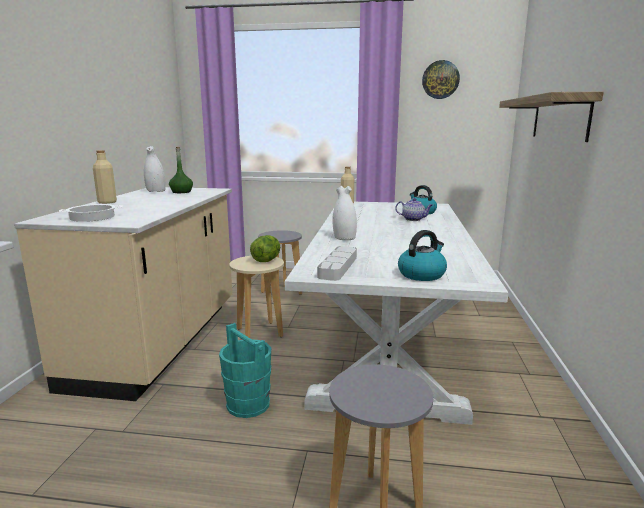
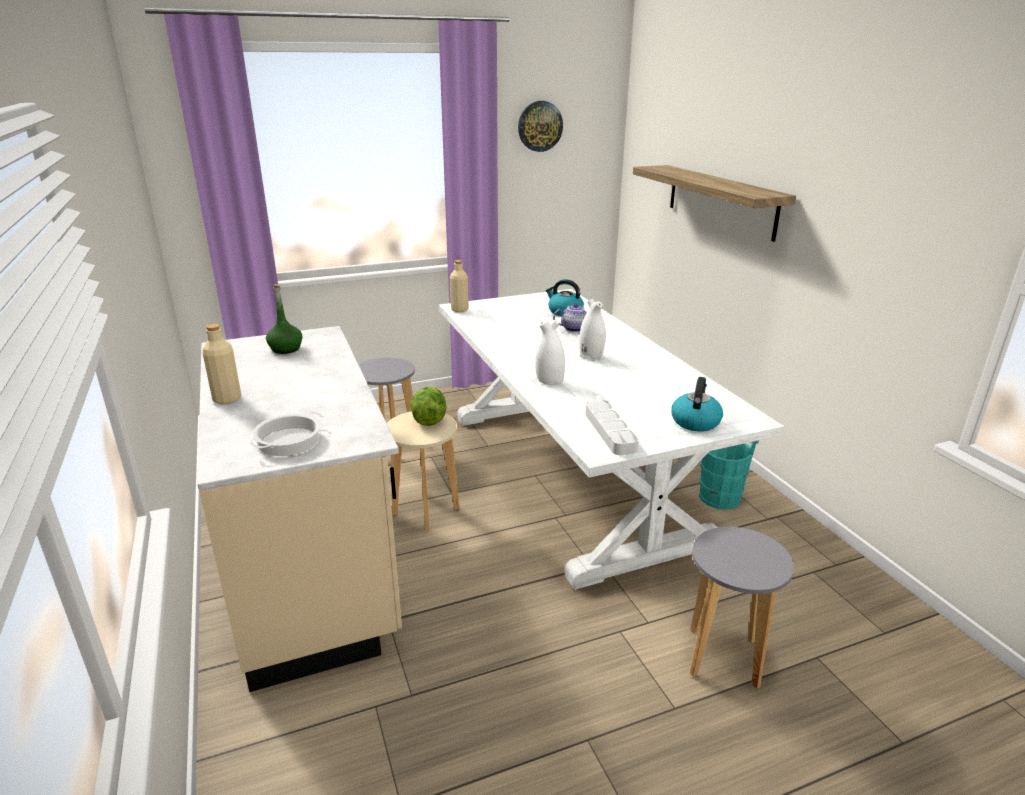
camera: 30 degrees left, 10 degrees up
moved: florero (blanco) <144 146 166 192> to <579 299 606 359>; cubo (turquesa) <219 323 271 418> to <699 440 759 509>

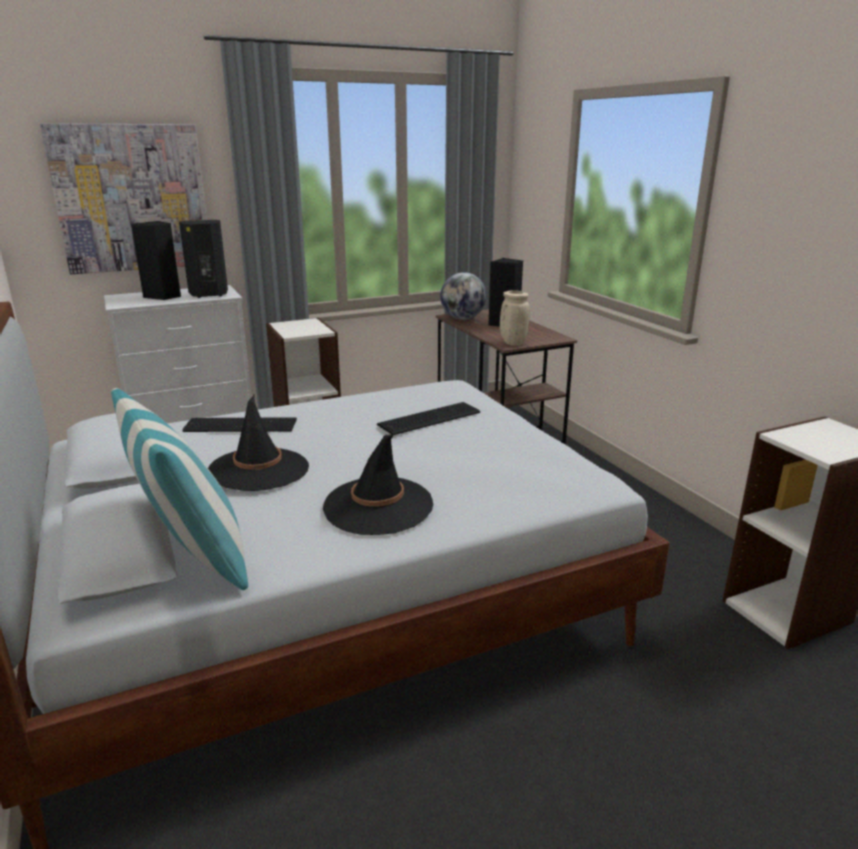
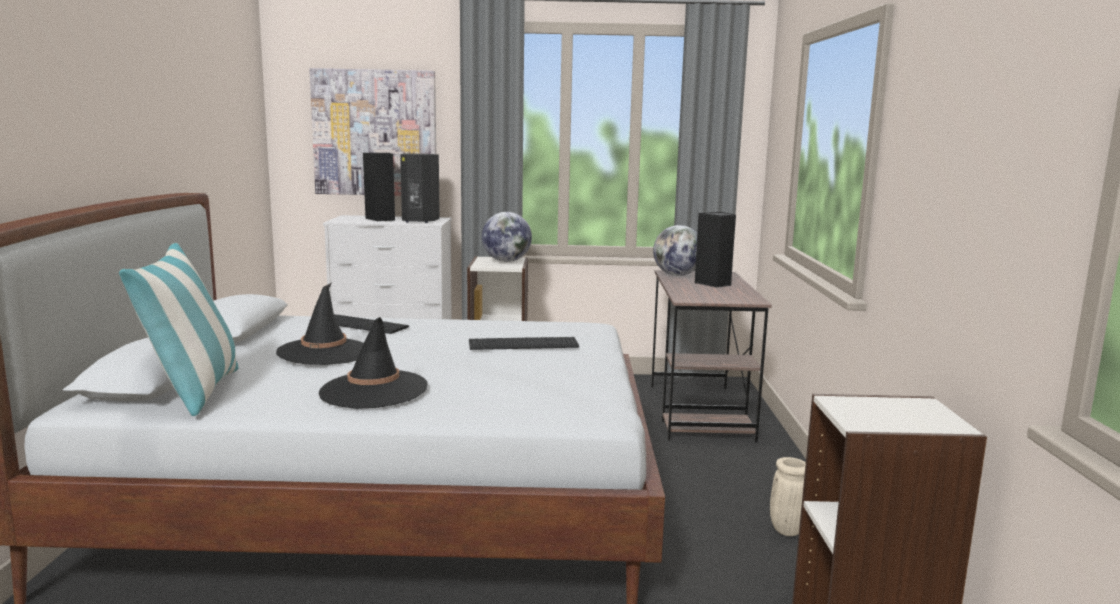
camera: 25 degrees right, 10 degrees down
added: globo terráqueo <482 212 532 262>
moved: florero (beis) <500 290 530 346> to <770 457 806 536>

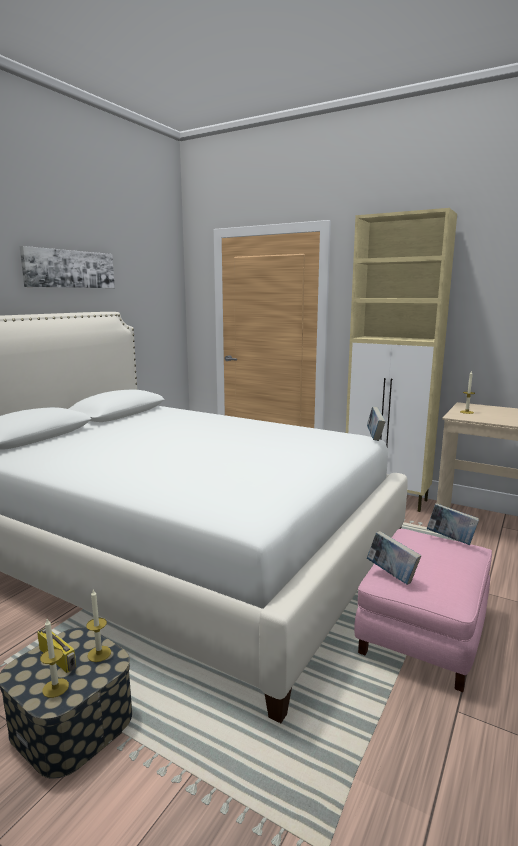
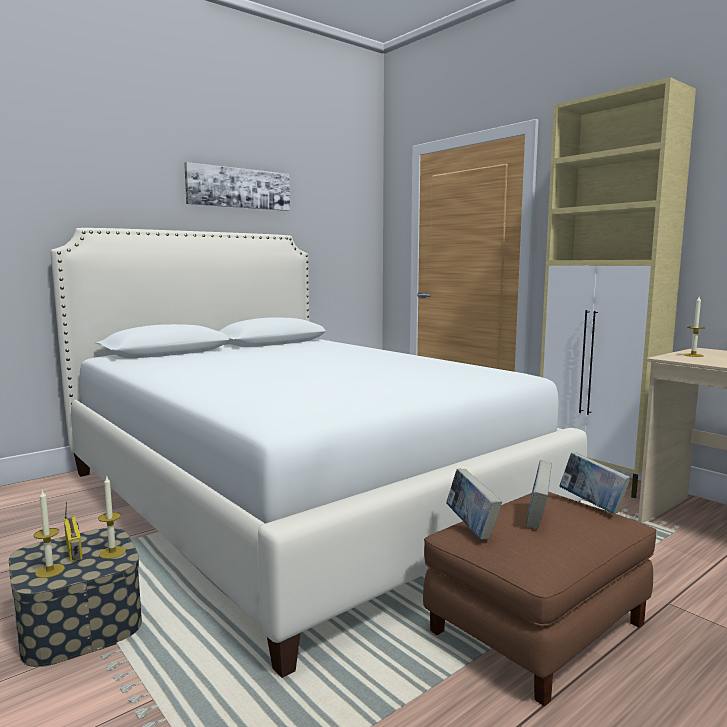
camera: 20 degrees right, 5 degrees down
moved: libro <367 407 386 441> to <526 460 552 529>
recoloured: puf (rosa) <354 529 492 692> to puf (marrón) <423 492 657 706>

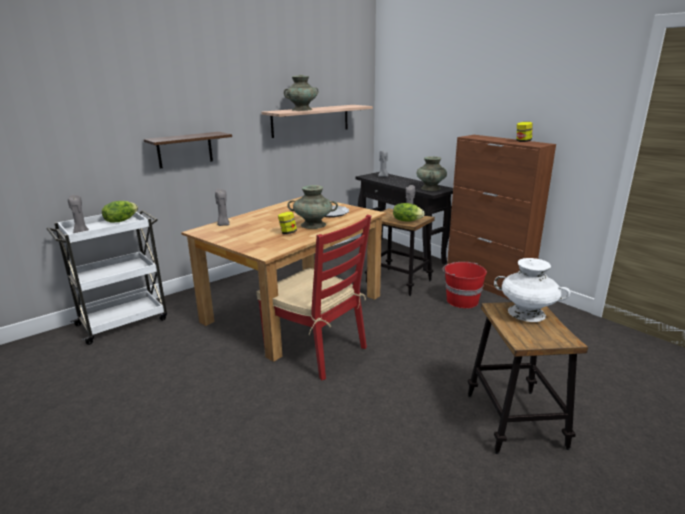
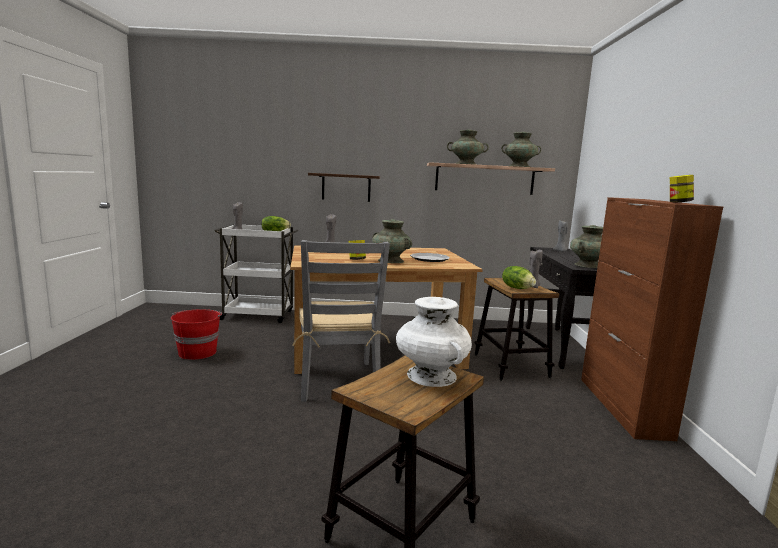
camera: 40 degrees right, 10 degrees down
added: florero (turquesa) <501 132 541 167>
moved: cubo (rojo) <443 262 487 308> to <171 309 222 360>
recoloured: silla (rojo) <257 215 371 380> to silla (gris) <293 240 390 402>

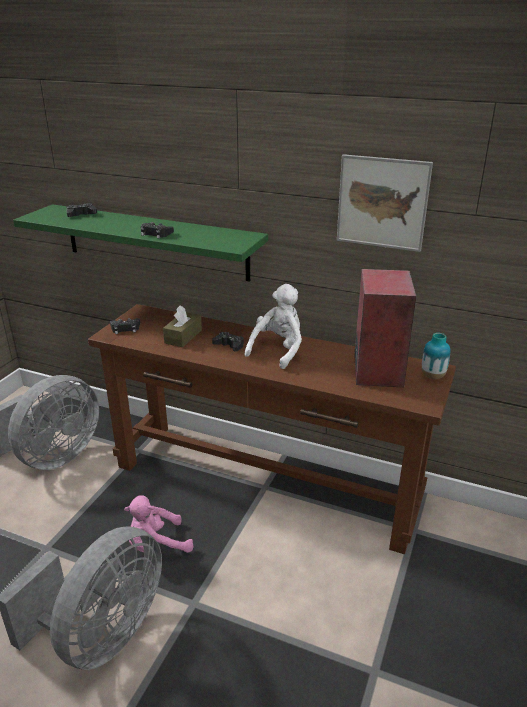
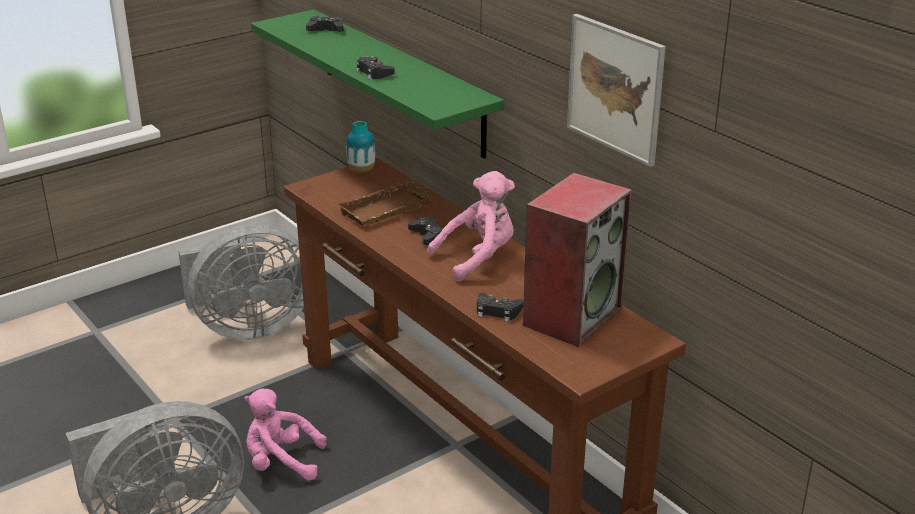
camera: 30 degrees right, 0 degrees up
moved: mando de consola (negro) <110 318 140 334> to <477 293 523 322>; florero <422 333 450 379> to <346 121 375 173>
replaced: caja de pañuelos (marrón) <163 306 202 347> to bandeja (marrón) <337 178 434 226>
recoloured: peluche (blanco) <245 284 302 369> to peluche (rosa) <427 171 515 282>

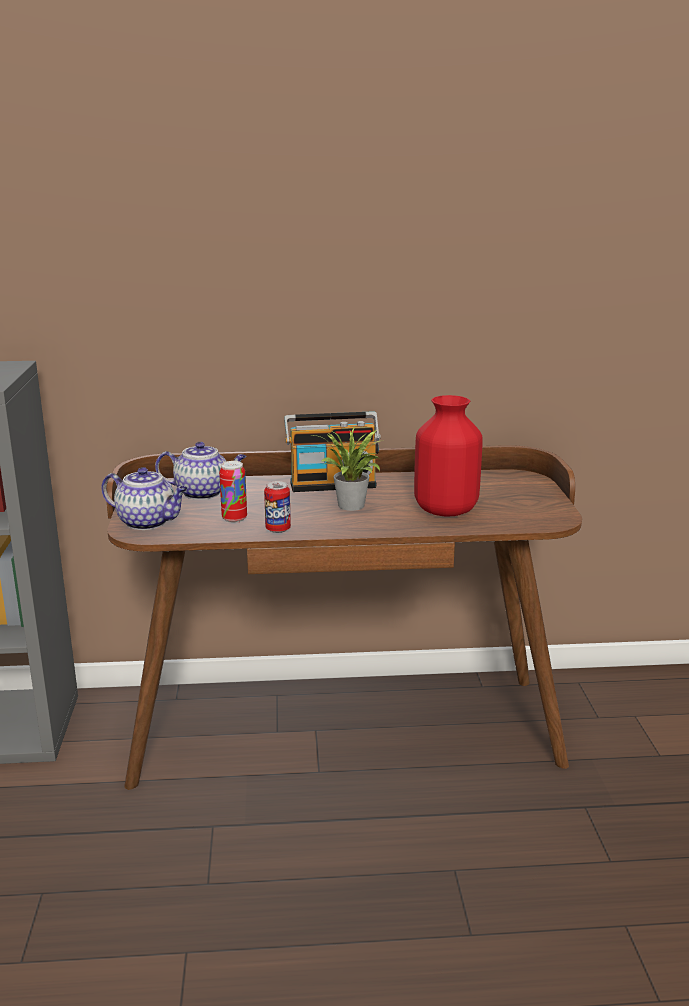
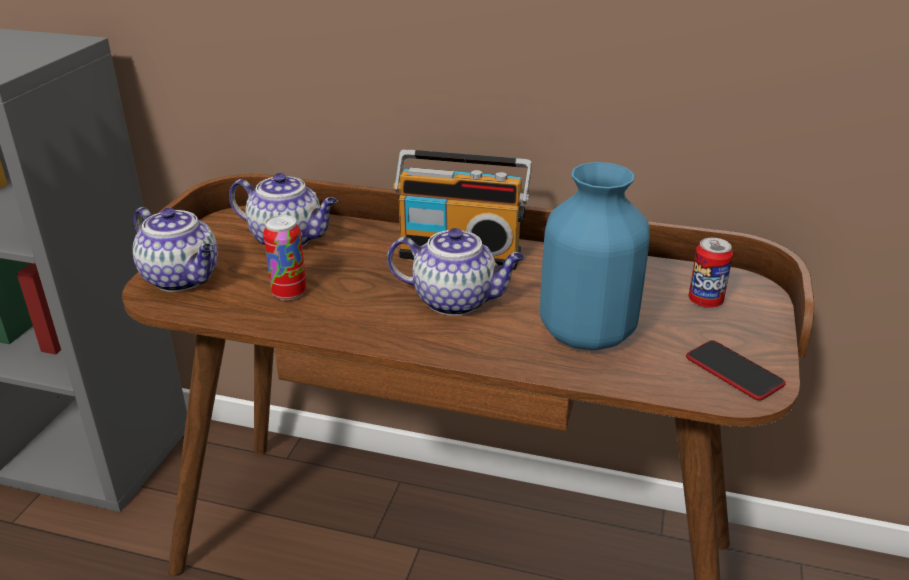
camera: 20 degrees right, 10 degrees up
added: móvil <686 340 786 400>
moved: lata <264 481 291 533> to <689 238 733 308>
replaced: planta en maceta <313 426 382 511> to tetera <387 228 525 316>
recoloured: florero (rojo) <414 395 483 517> to florero (azul) <540 162 650 350>

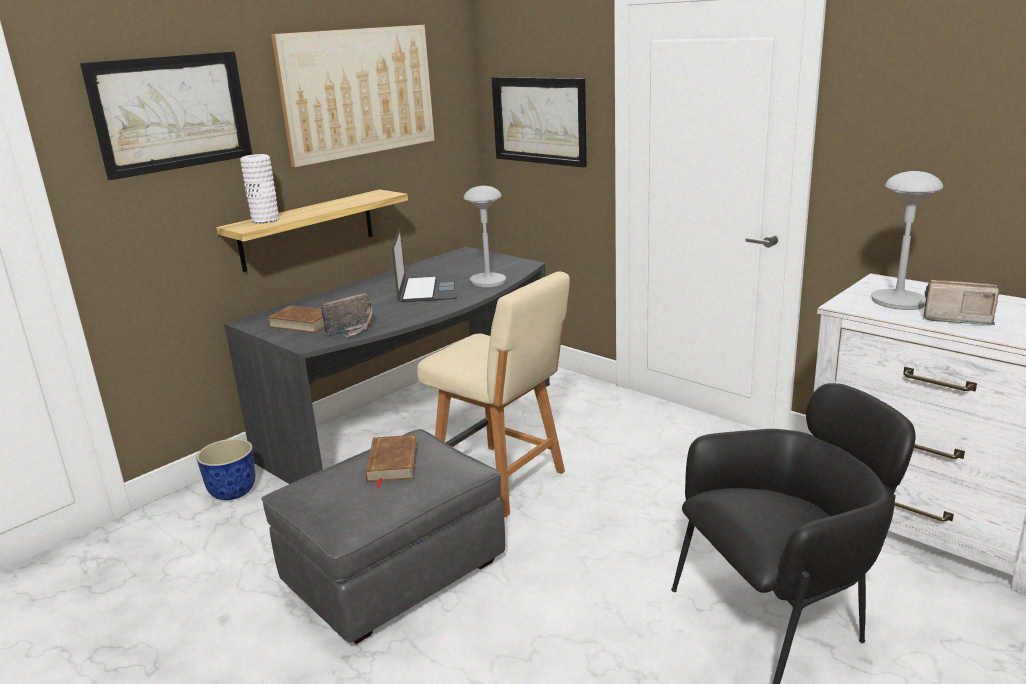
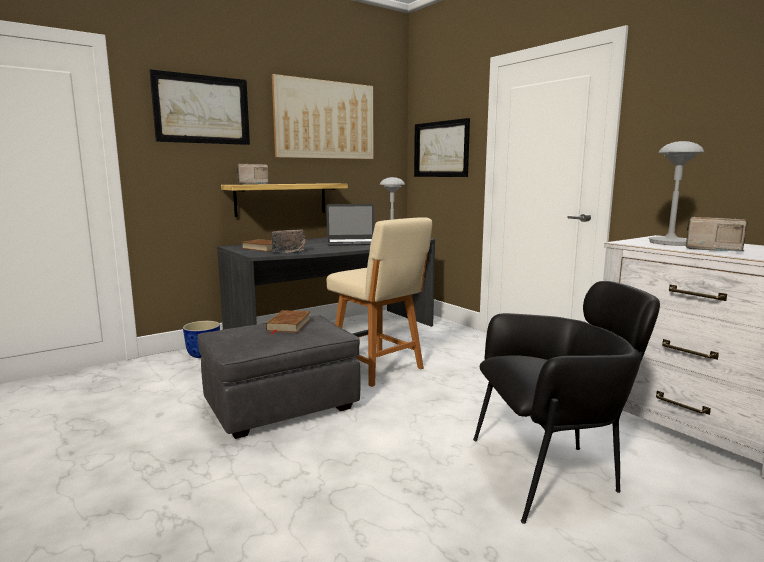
camera: 10 degrees right, 10 degrees down
replaced: florero (blanco) <240 154 279 224> to radio <236 164 269 185>
turned: portátil <392 228 458 302> = <326 204 374 246> 75 degrees clockwise

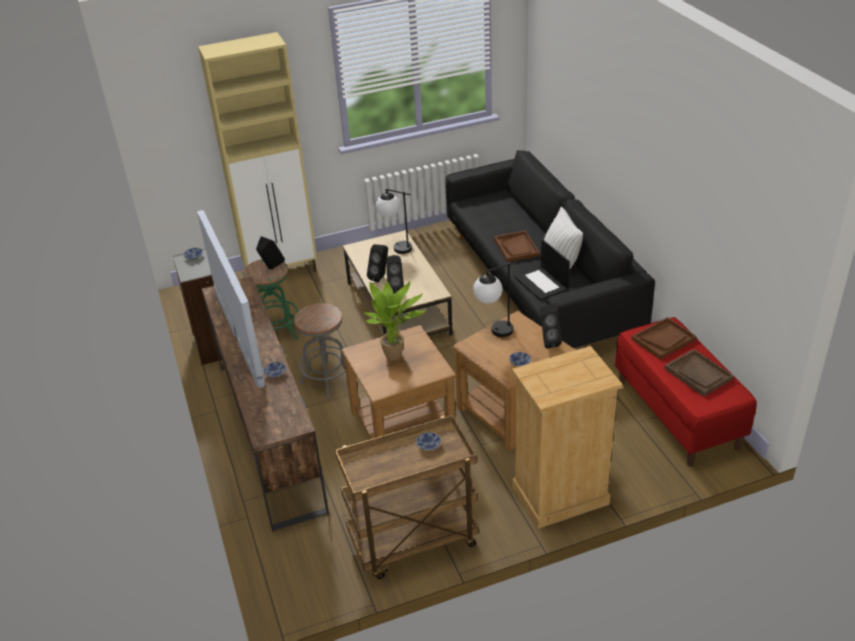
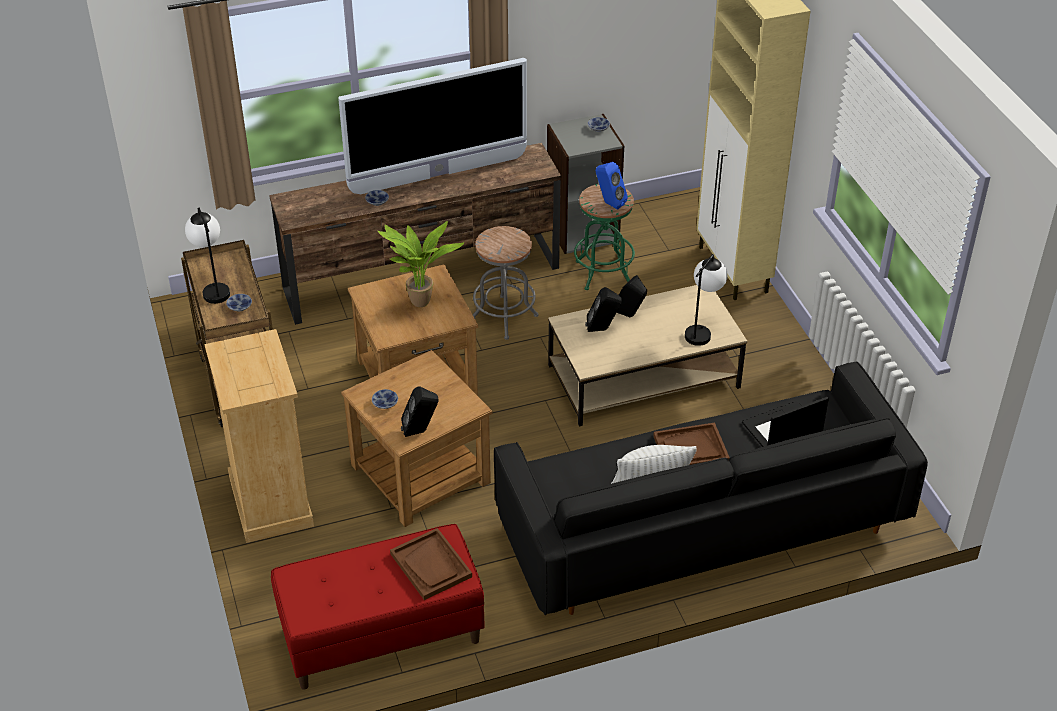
camera: 90 degrees right, 5 degrees up
removed: bandeja (marrón) <664 349 734 397>
moved: lámpara de mesa <473 262 517 337> to <185 208 230 304>; portátil <514 240 570 300> to <742 397 829 447>
recoloured: altavoz (negro) <256 236 285 269> to altavoz (azul) <596 162 628 210>

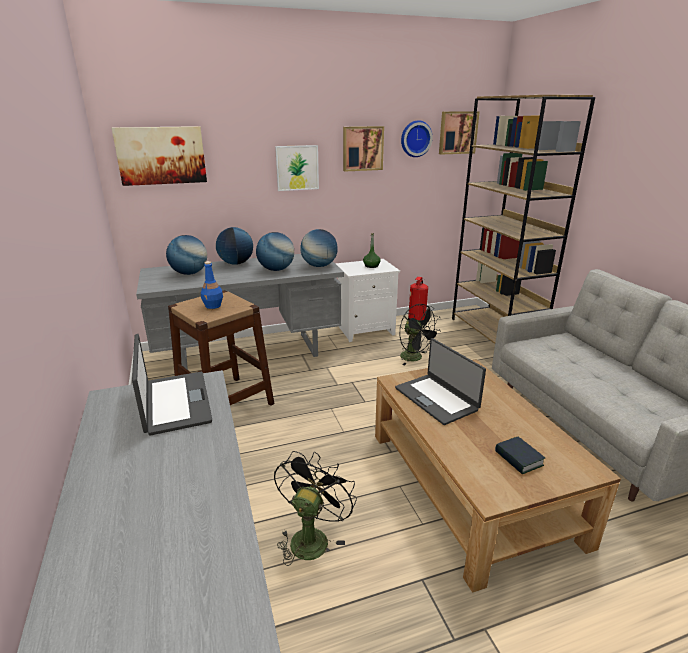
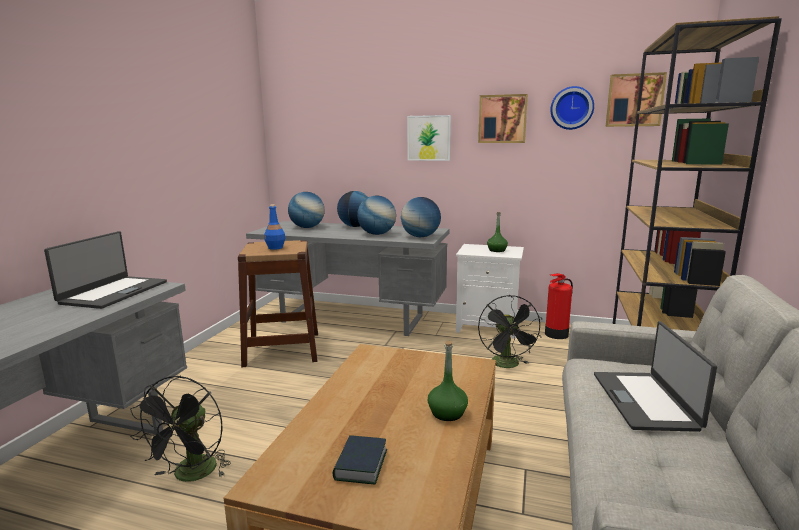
camera: 35 degrees right, 10 degrees down
removed: cuadro <112 126 207 186>
added: botella (verde) <428 341 468 421>
moved: portátil <395 338 486 425> to <594 321 717 432>
turned: ventilador (negro) <274 451 357 566> = <130 376 231 482> 135 degrees clockwise

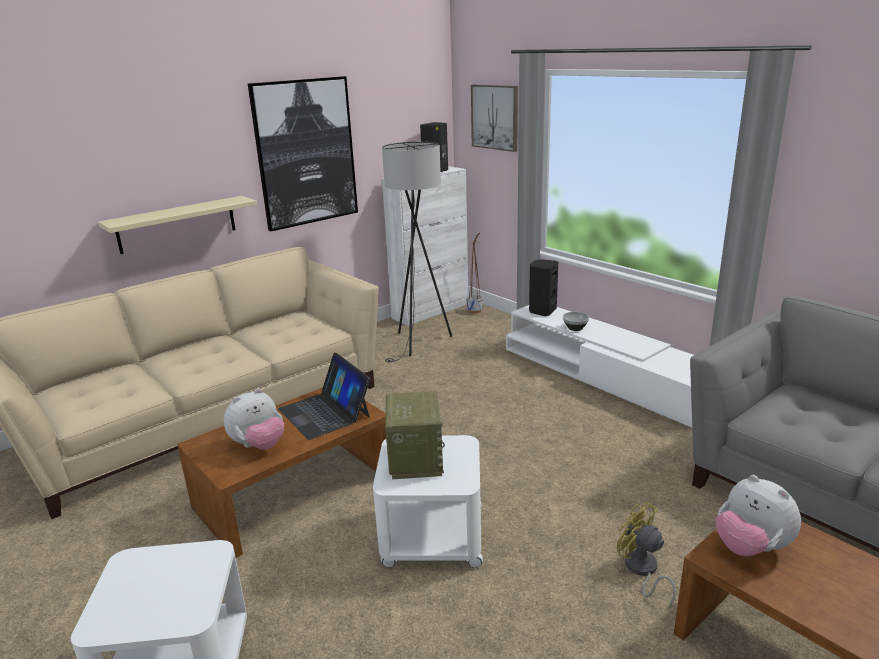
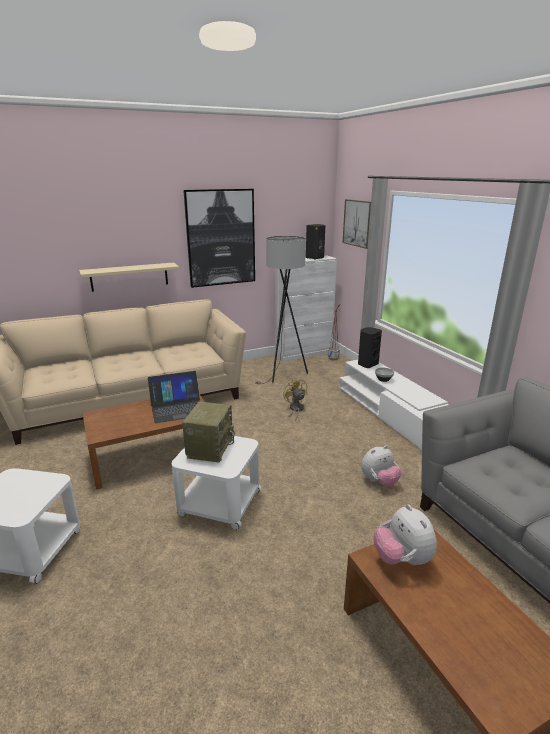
camera: 15 degrees right, 0 degrees up
moved: peluche <224 388 284 450> to <361 446 402 487>; ventilador (amarillo) <617 502 676 609> to <283 378 307 421>
turned: portátil <278 353 370 440> = <148 371 200 423> 90 degrees counterclockwise

